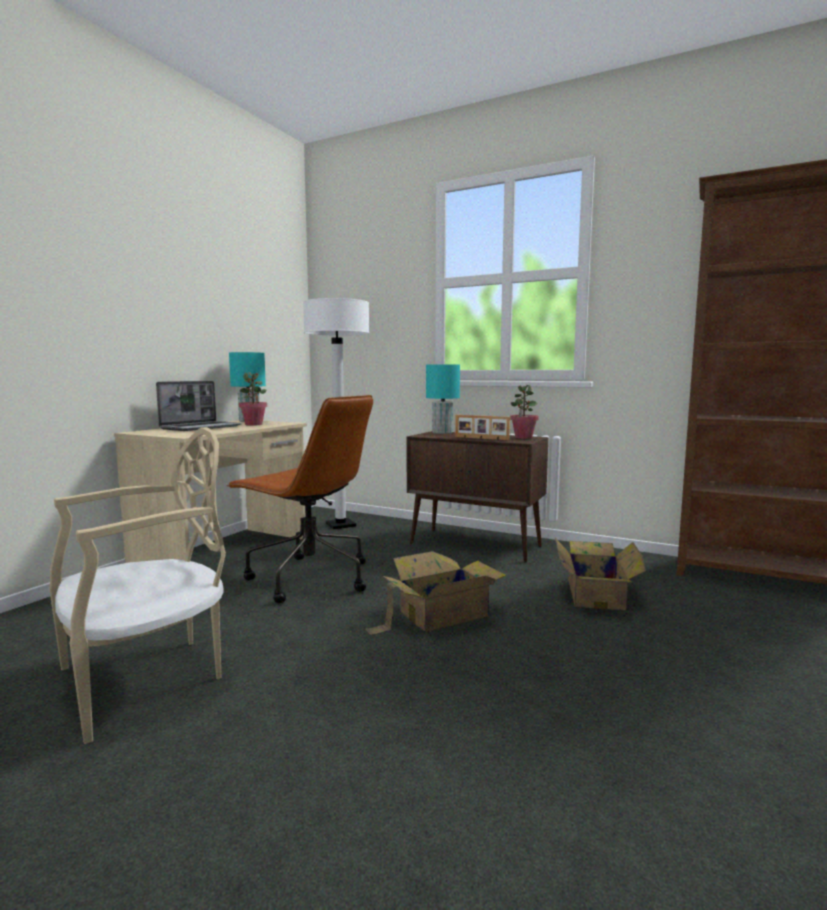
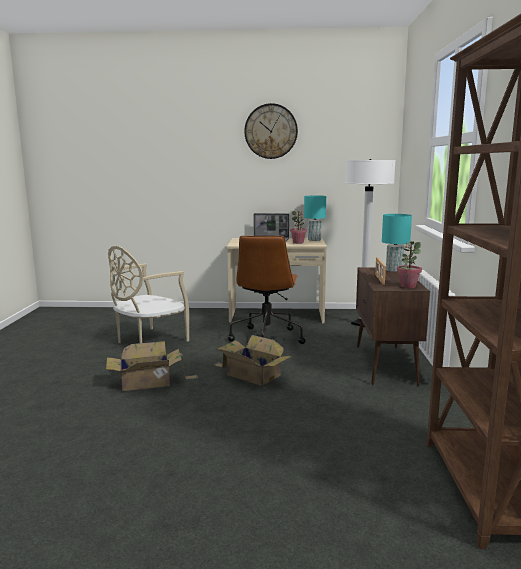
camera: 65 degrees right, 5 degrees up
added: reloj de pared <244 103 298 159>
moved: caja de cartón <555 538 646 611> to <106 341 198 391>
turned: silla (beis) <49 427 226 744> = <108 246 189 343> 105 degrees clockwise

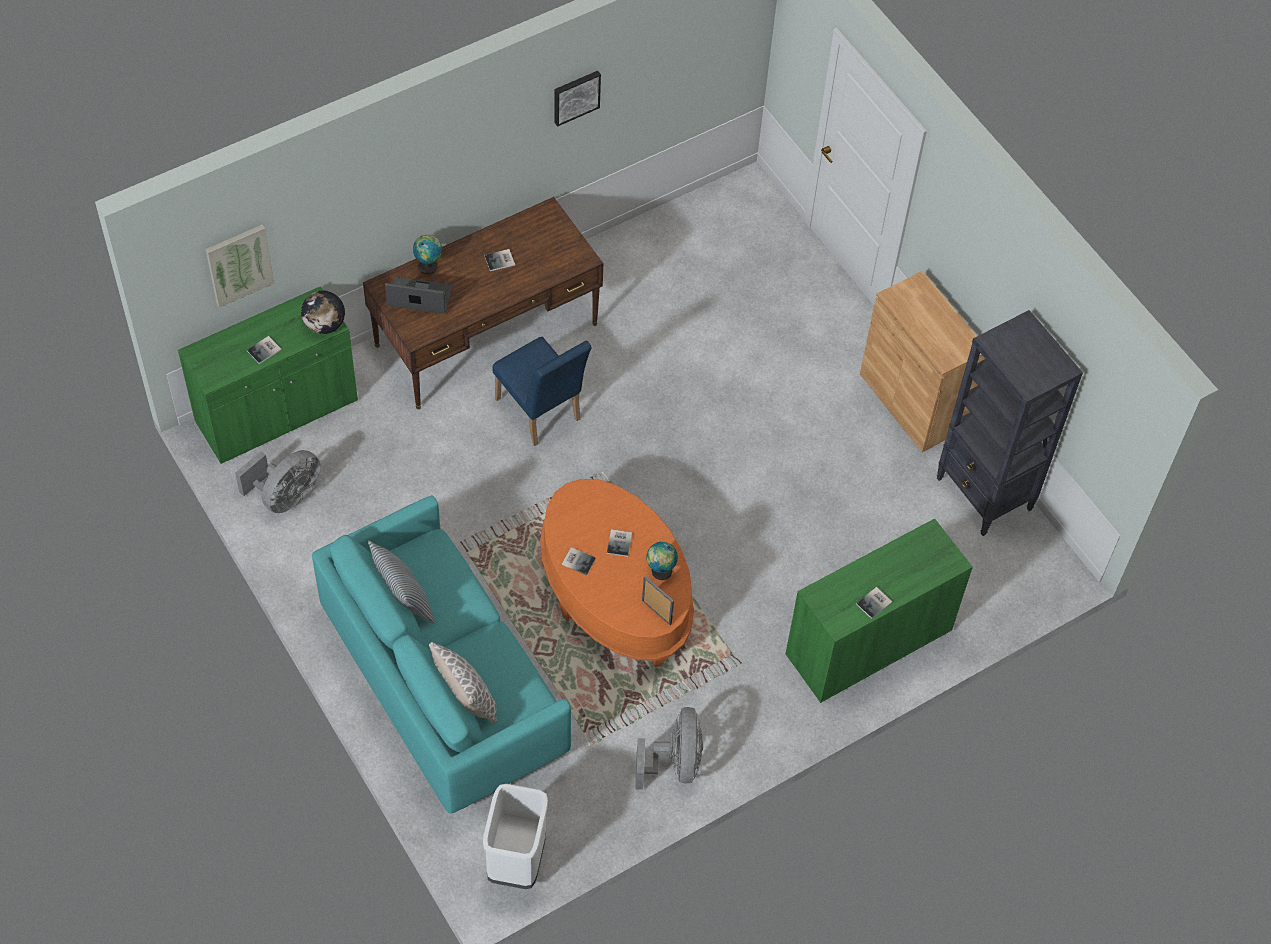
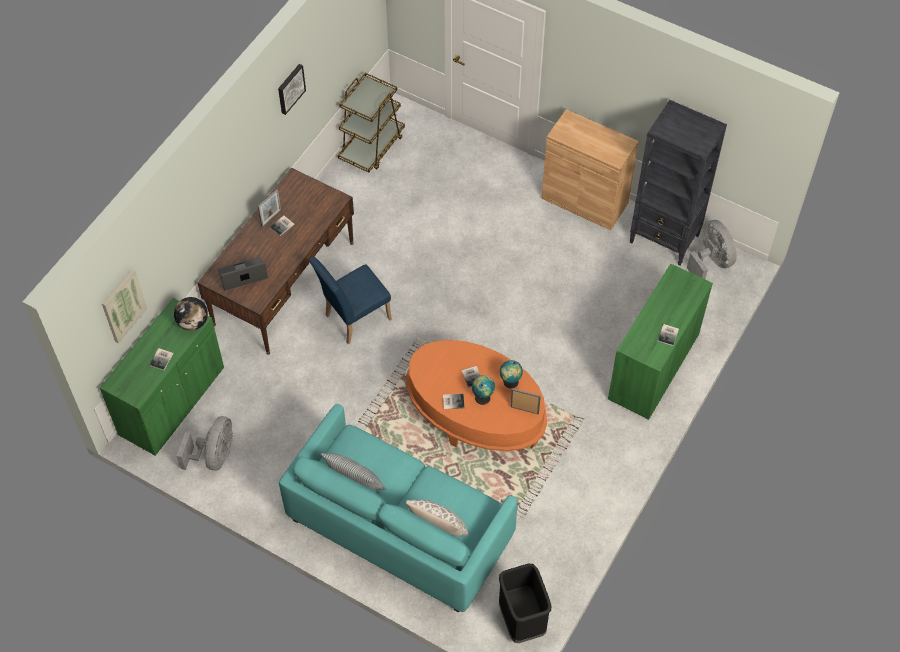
camera: 25 degrees left, 0 degrees up
added: portarretratos <258 189 281 227>; carrito (marrón) <338 73 405 173>
moved: globo terráqueo <413 235 442 274> to <472 375 495 405>; ventilador (gris) <635 707 703 790> to <687 220 737 279>
recoloured: papelera (blanco) <483 784 548 889> to papelera (negro) <499 564 551 643>
turned: silla (azul) <493 337 592 446> = <309 257 392 344> 120 degrees clockwise

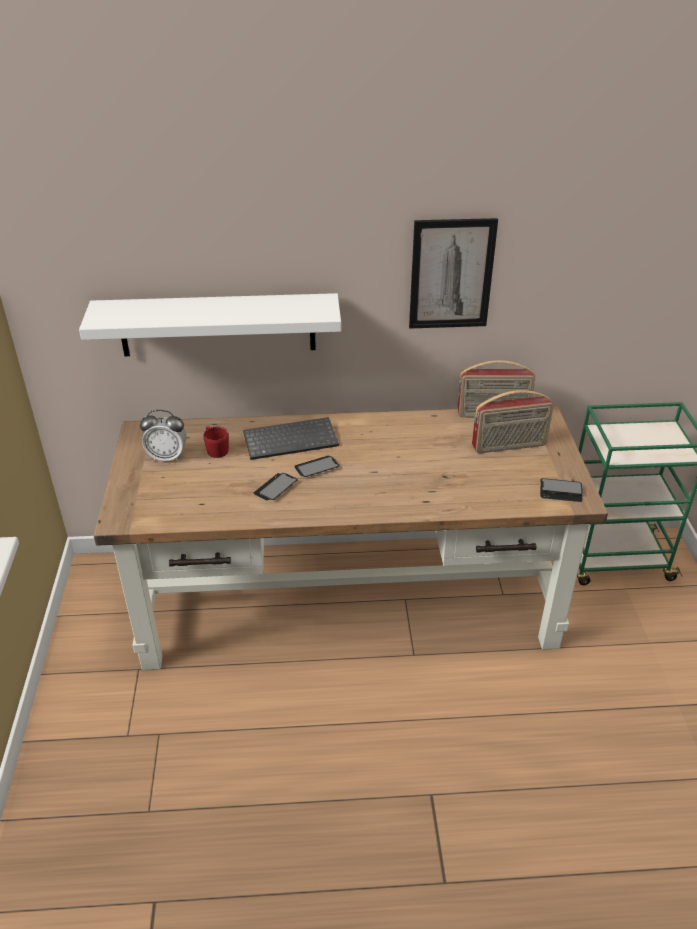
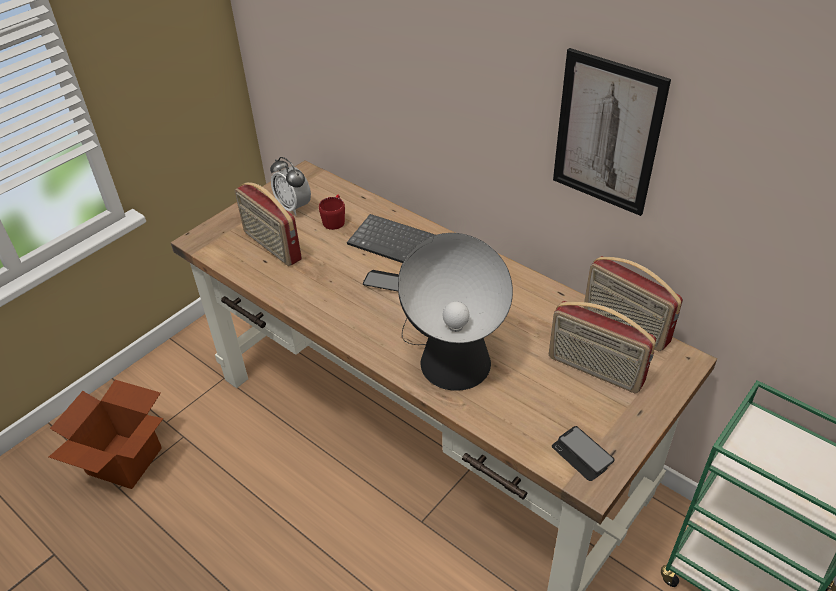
camera: 45 degrees right, 5 degrees up
removed: estante (blanco) <79 293 341 356>; móvil <254 473 298 500>
added: caja de cartón <49 380 164 489>; radio <235 182 302 266>; lámpara de mesa <398 233 513 391>

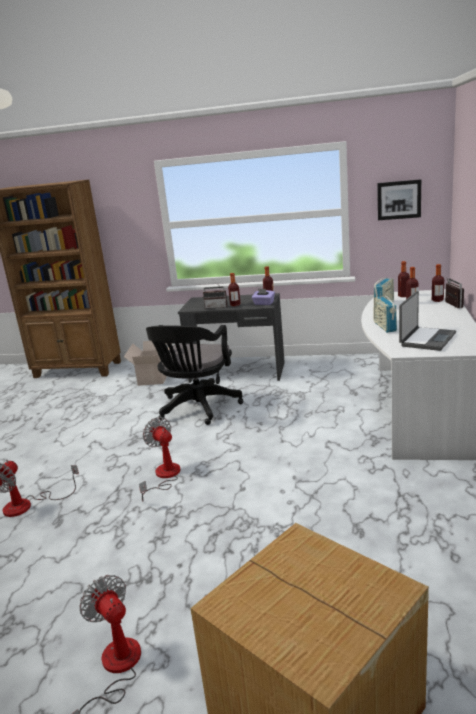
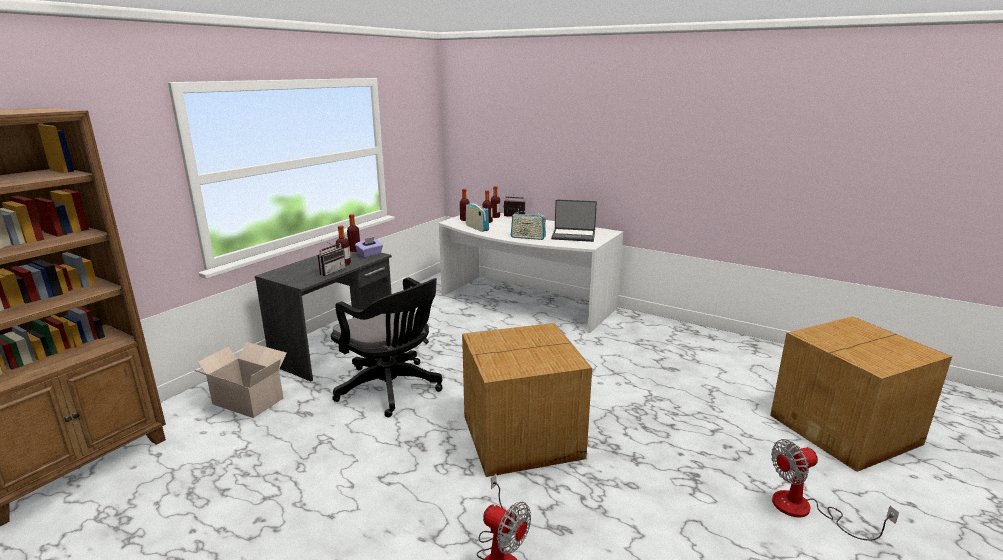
camera: 70 degrees left, 0 degrees up
removed: cuadro <377 179 421 220>
replaced: ventilador <139 417 180 501> to caja de cartón <462 323 592 477>
turned: portátil <399 291 456 351> = <551 200 597 242> 135 degrees clockwise

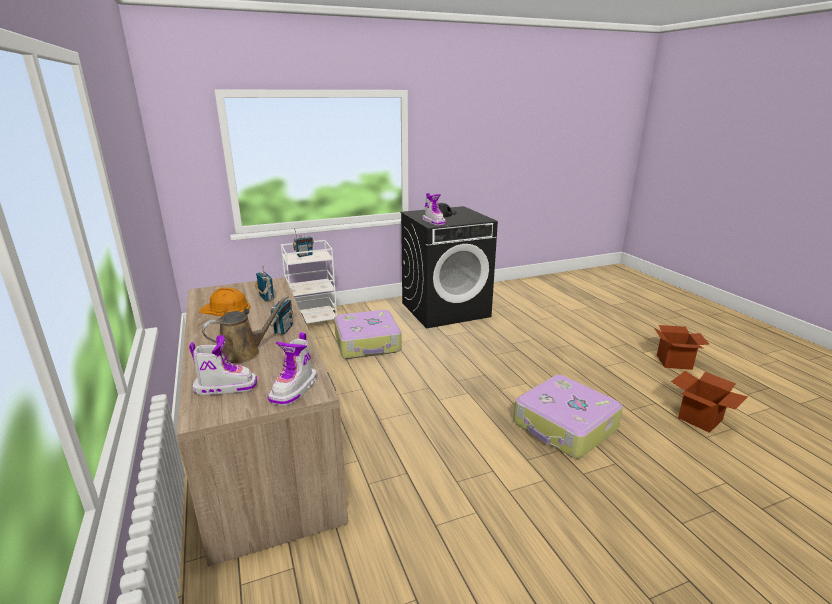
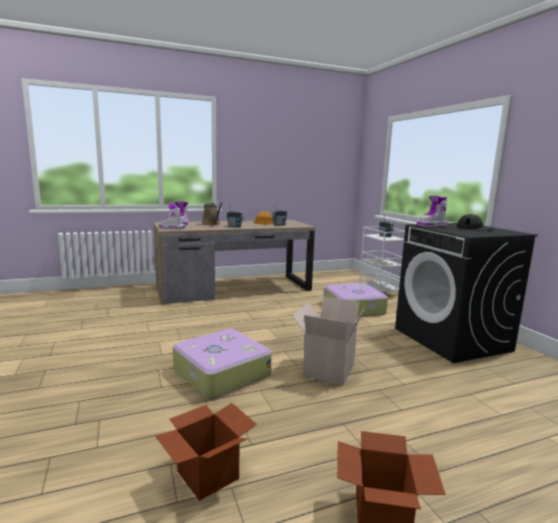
camera: 90 degrees right, 10 degrees down
added: caja de cartón <292 296 365 386>

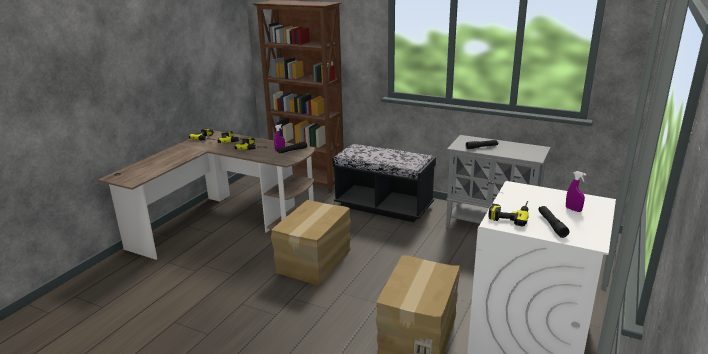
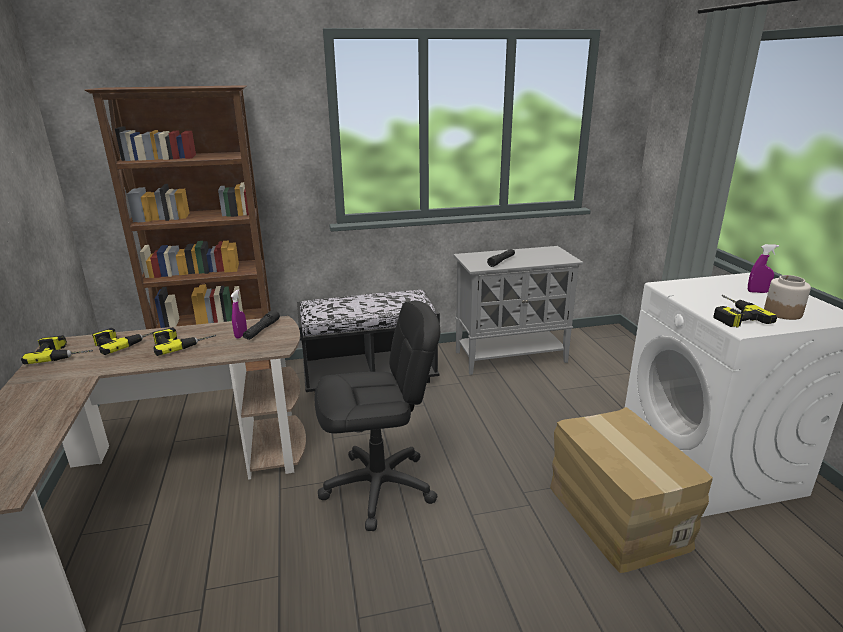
camera: 40 degrees left, 0 degrees up
replaced: caja de cartón <271 200 351 285> to silla de oficina (negro) <315 301 440 531>; linterna (negro) <538 206 570 238> to tarro <764 275 811 320>

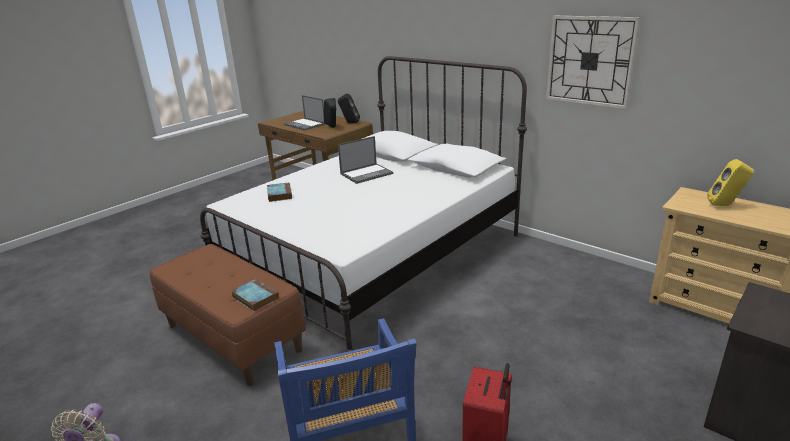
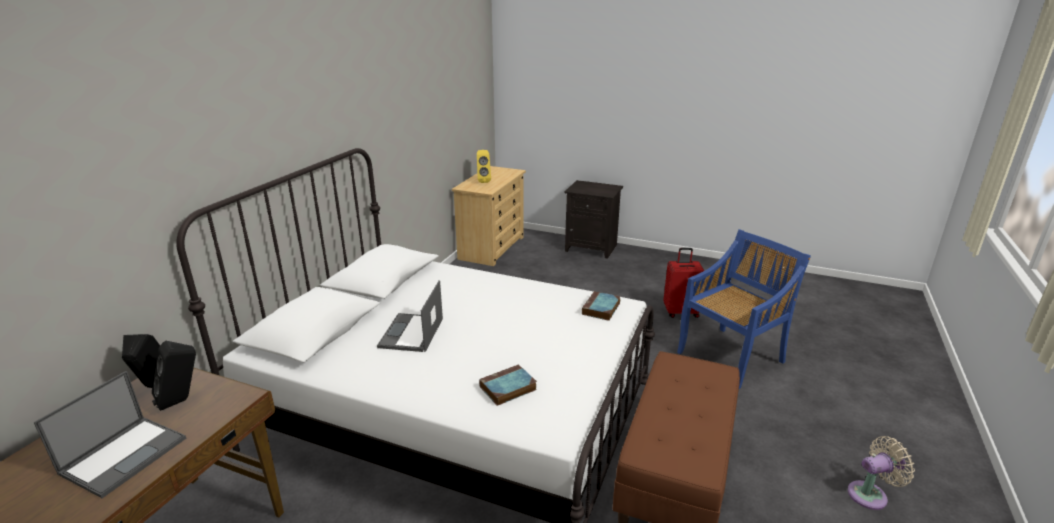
camera: 110 degrees left, 0 degrees up
removed: reloj de pared <546 16 640 109>
moved: libro <231 279 279 312> to <582 291 621 321>
turned: portátil <338 136 393 184> = <377 280 443 352> 120 degrees counterclockwise

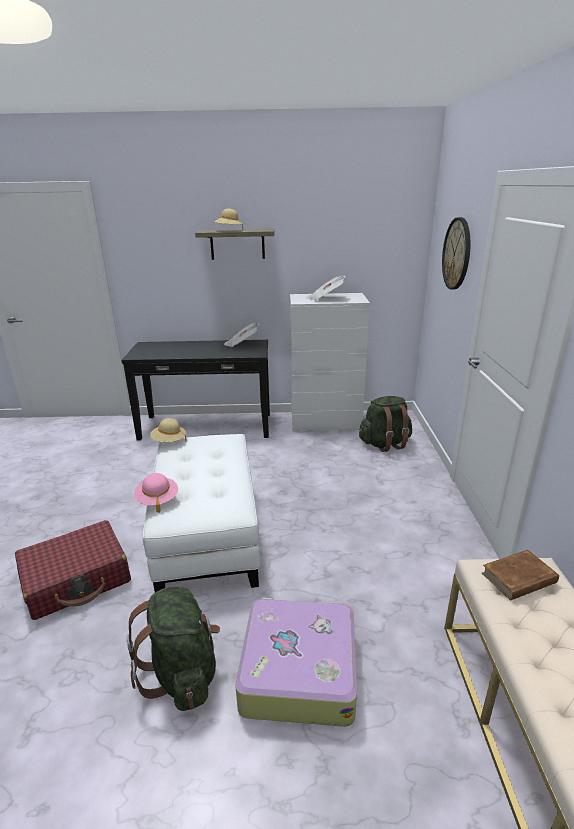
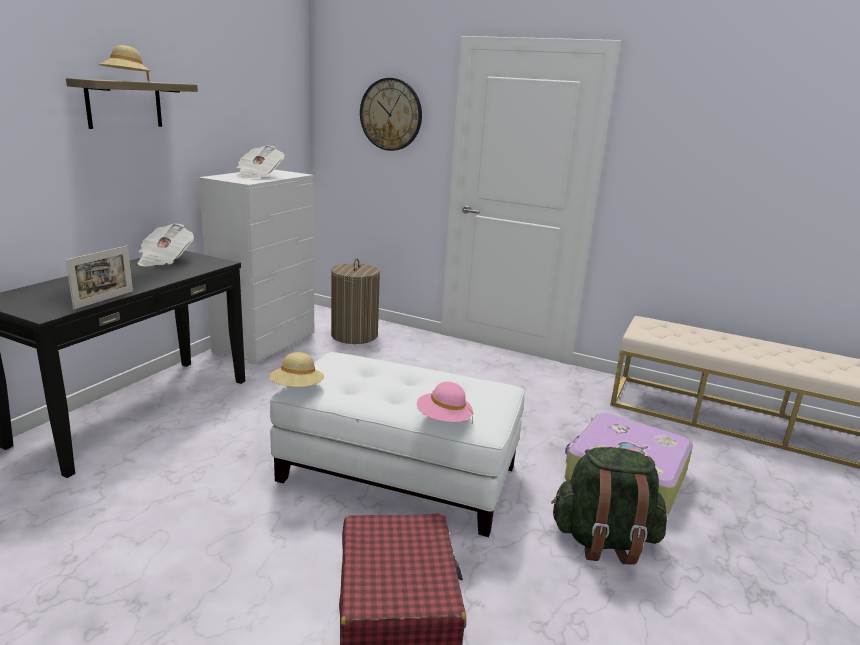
camera: 65 degrees left, 5 degrees down
removed: libro (marrón) <482 550 559 601>
added: portarretratos <66 246 133 309>
replaced: mochila (verde) <359 396 412 452> to cesto de la ropa <331 258 380 344>

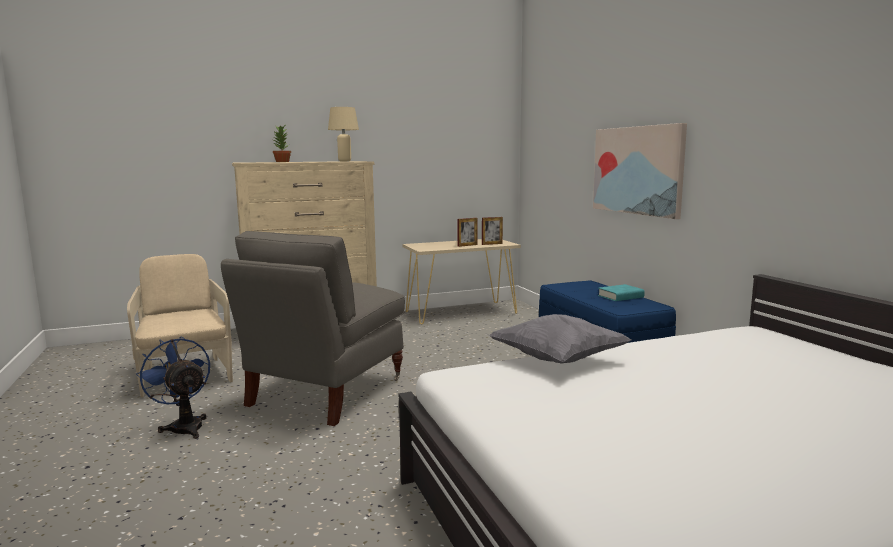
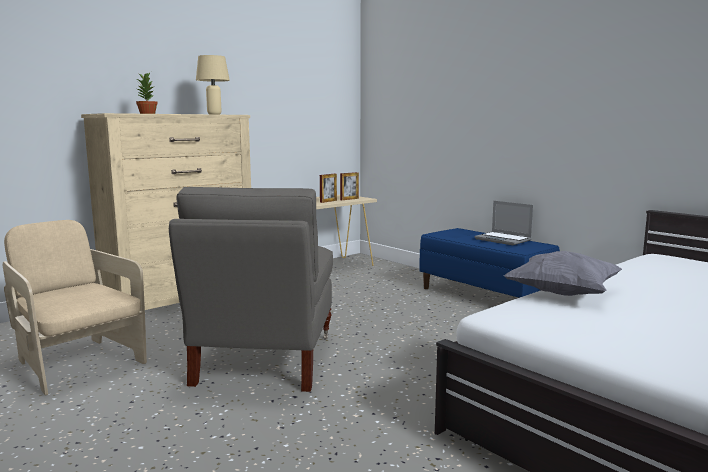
camera: 20 degrees left, 0 degrees up
removed: ventilador (azul) <136 337 210 439>; cuadro <593 123 687 219>
replaced: libro (turquesa) <598 284 645 301> to portátil <474 201 533 245>

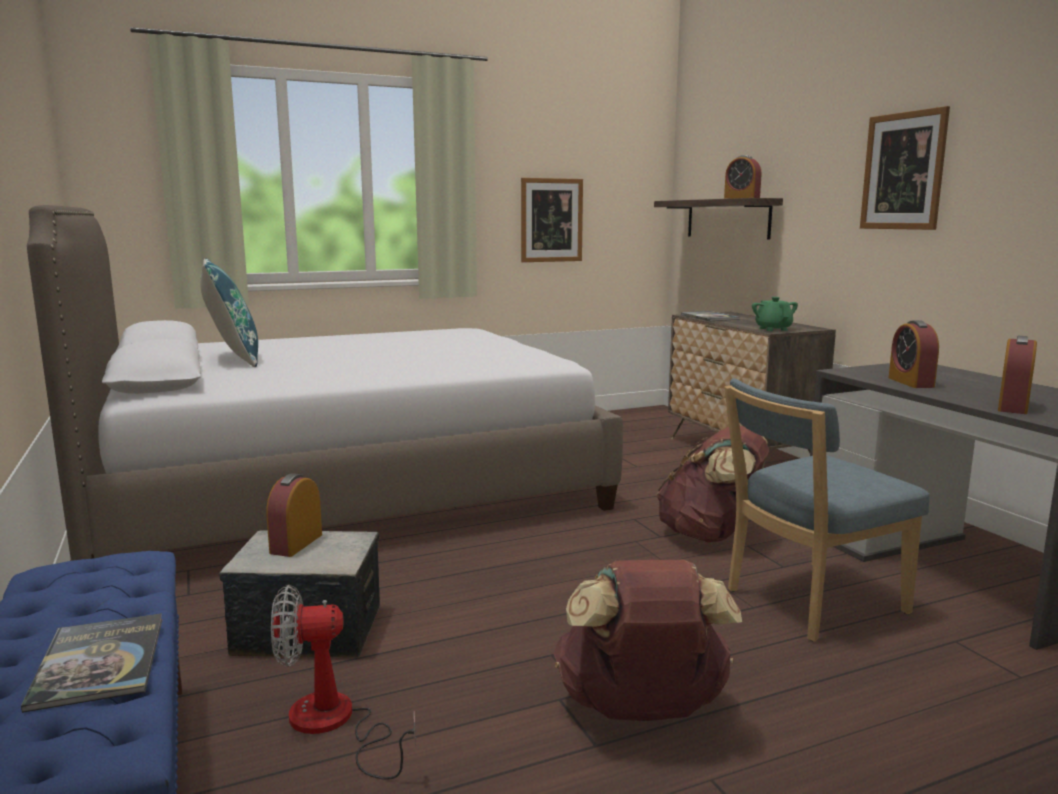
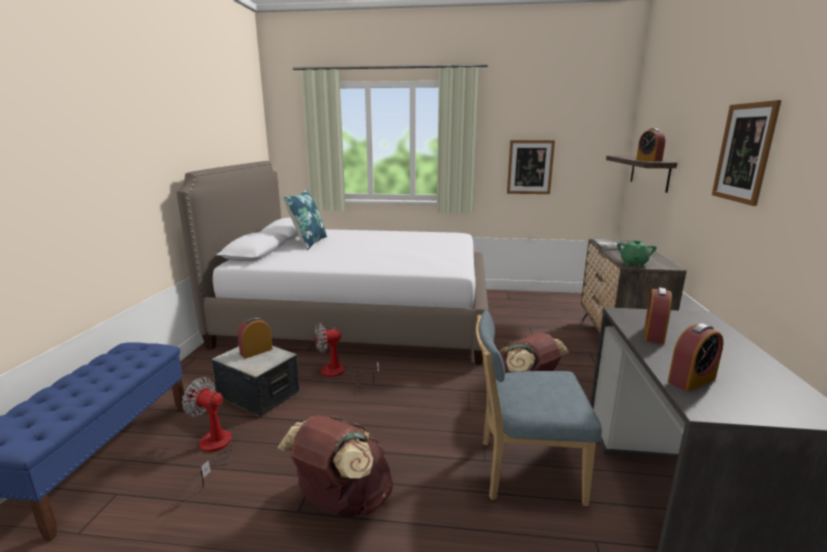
camera: 30 degrees right, 5 degrees up
removed: libro <21 613 163 713>
added: ventilador <314 323 379 386>

